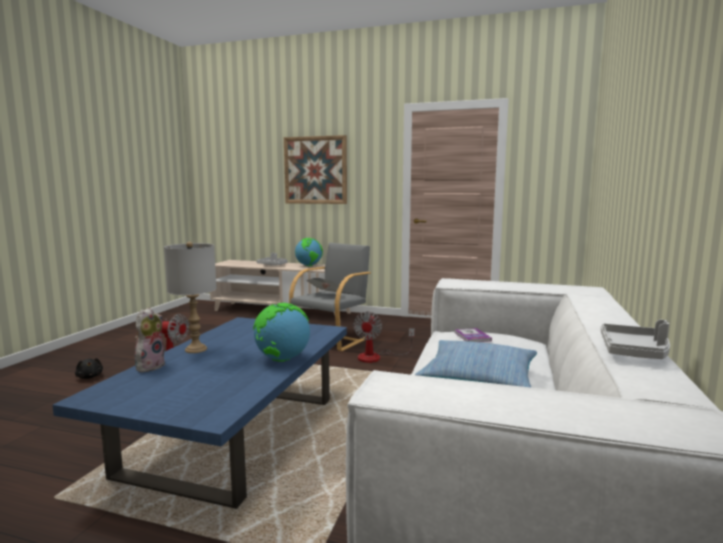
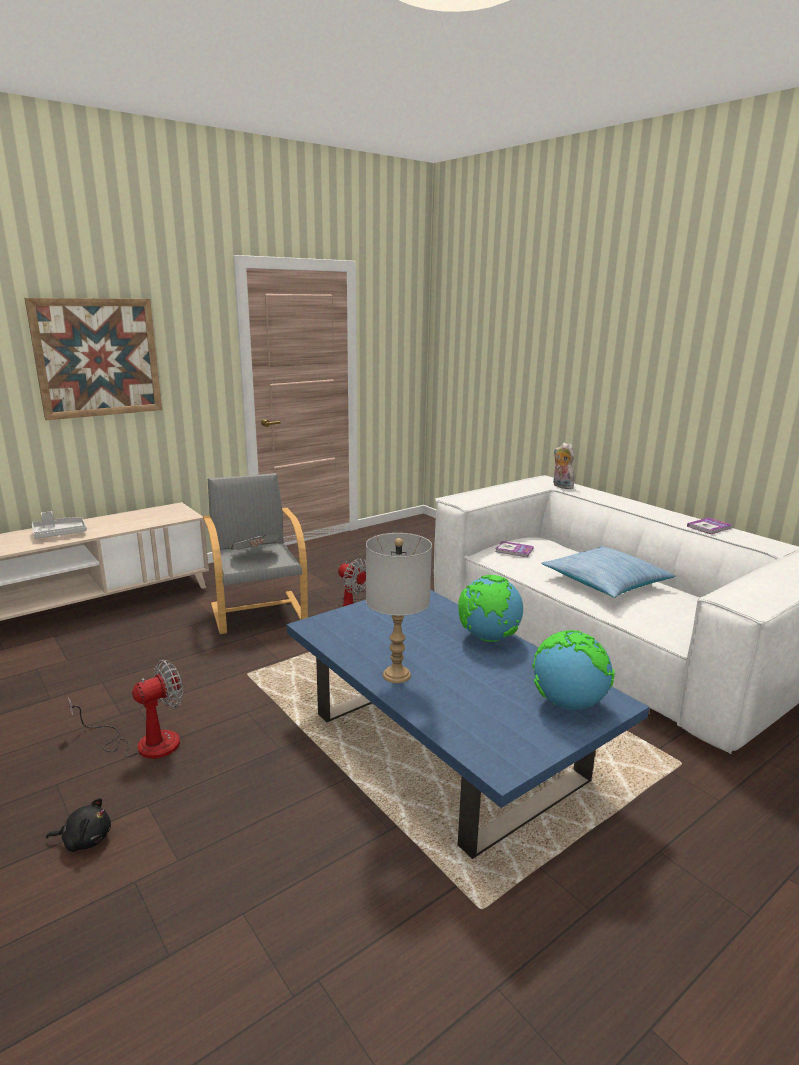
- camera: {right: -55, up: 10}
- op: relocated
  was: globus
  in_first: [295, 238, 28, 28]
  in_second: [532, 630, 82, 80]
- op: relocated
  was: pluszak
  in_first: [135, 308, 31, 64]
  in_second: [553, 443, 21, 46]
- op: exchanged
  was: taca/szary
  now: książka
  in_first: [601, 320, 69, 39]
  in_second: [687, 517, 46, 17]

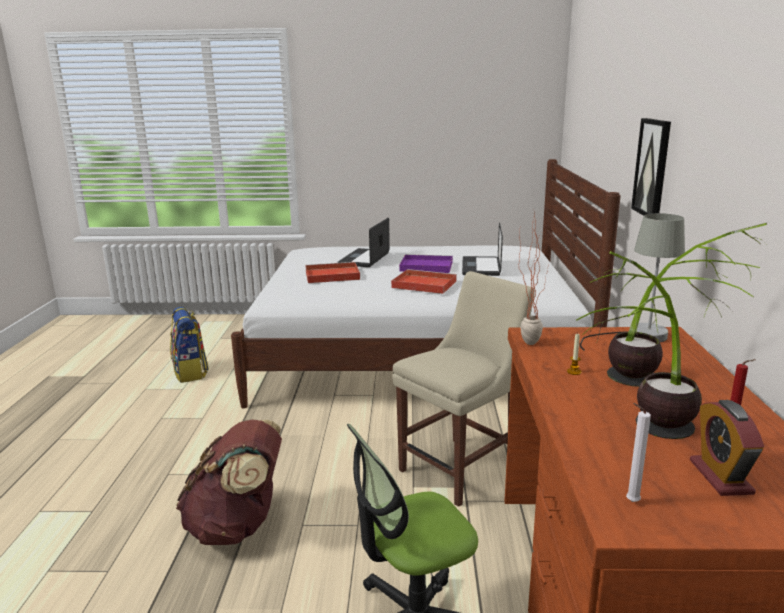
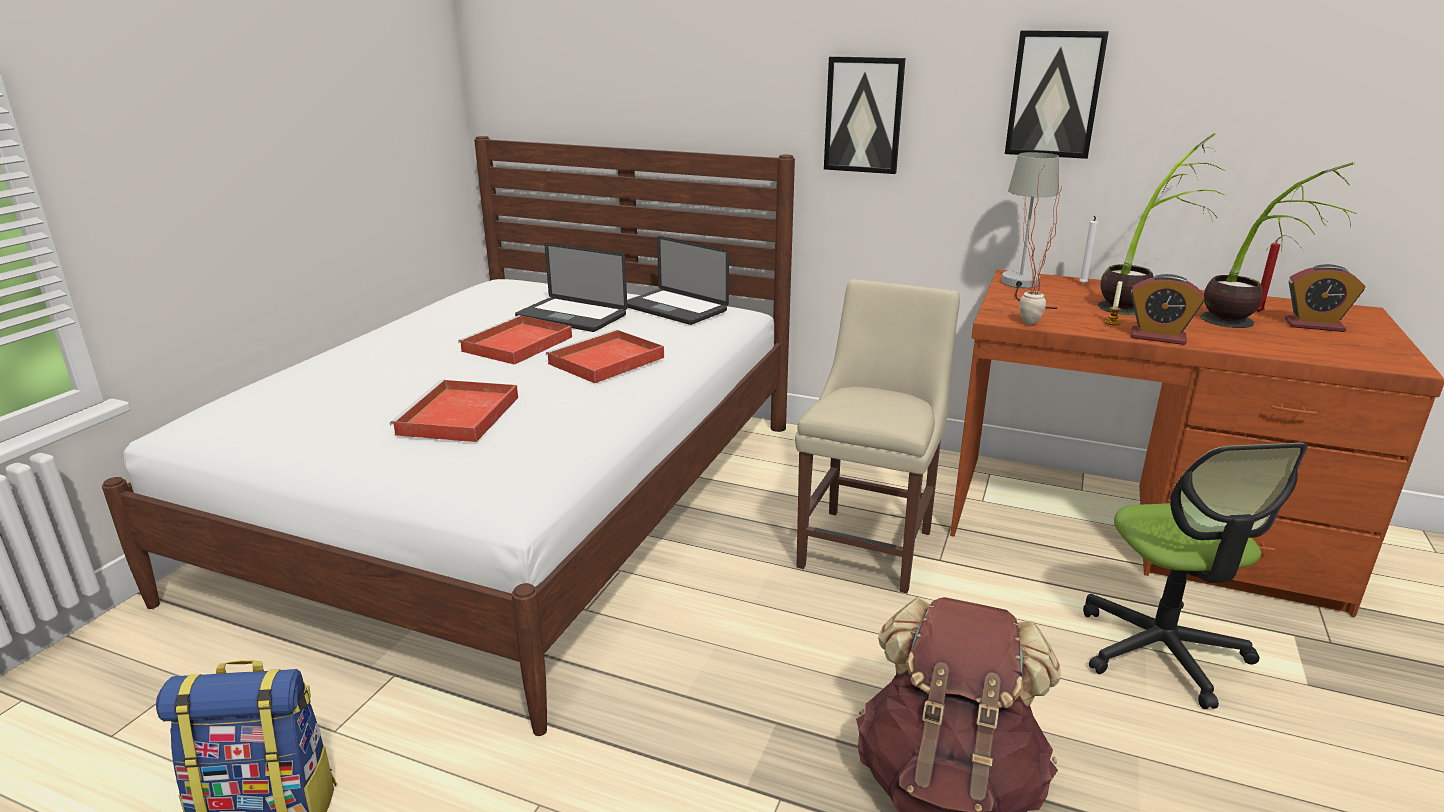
- camera: {right: -70, up: 5}
- op: colour
  was: taca/fioletowy
  now: taca/czerwony
  in_first: [399, 254, 54, 19]
  in_second: [458, 315, 114, 50]
- op: relocated
  was: laptop
  in_first: [338, 218, 52, 49]
  in_second: [627, 236, 102, 89]
- op: spun
  was: krzesło/beżowy
  in_first: [392, 271, 143, 236]
  in_second: [795, 279, 165, 314]
  clockwise: 45
- op: appeared
  now: obraz
  in_second: [1005, 30, 104, 129]
- op: relocated
  was: świeca/biały
  in_first: [626, 403, 25, 99]
  in_second: [1079, 216, 19, 68]
- op: appeared
  now: budzik
  in_second: [1131, 274, 73, 71]

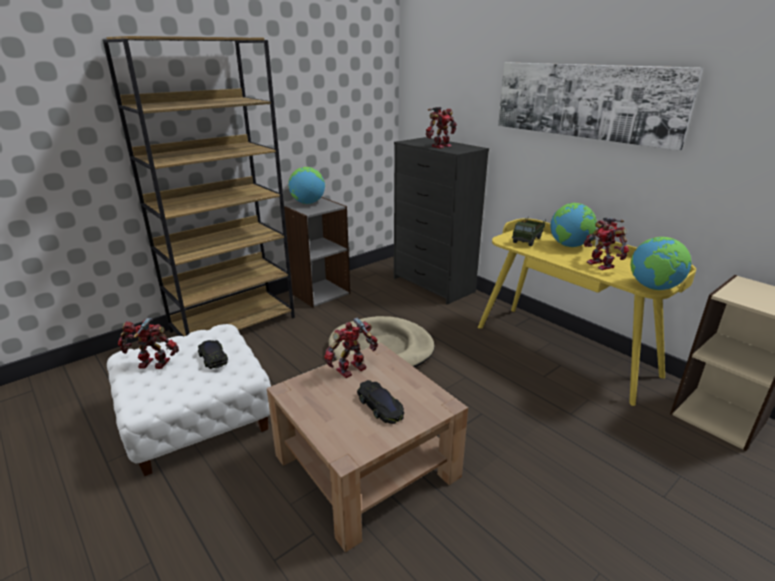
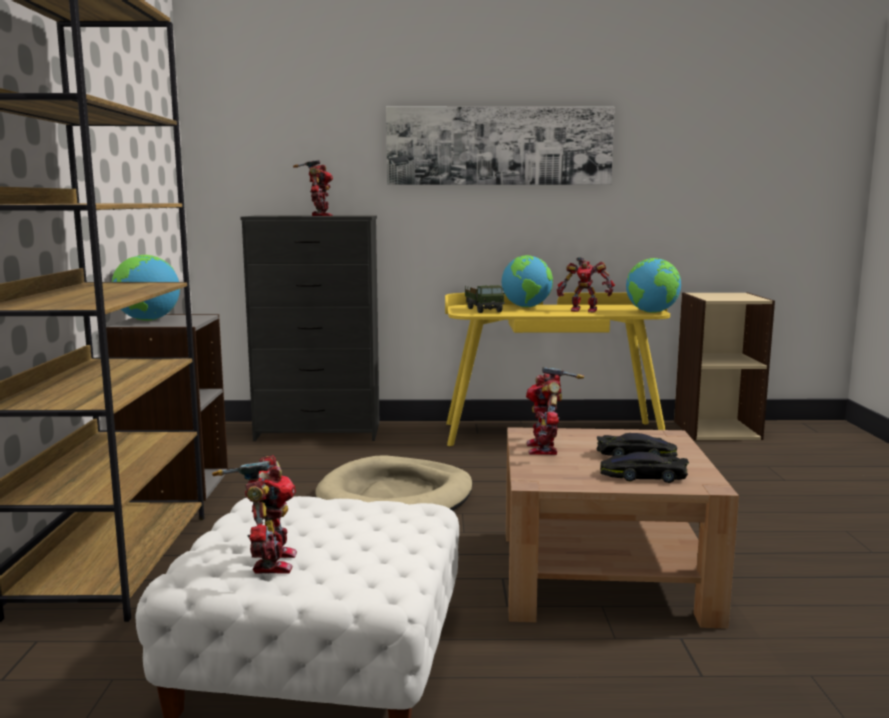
- camera: {right: -50, up: -15}
- op: spun
  was: robot zabawkowy
  in_first: [118, 318, 61, 51]
  in_second: [212, 455, 85, 118]
  clockwise: 135
- op: relocated
  was: samochodzik/czarny
  in_first: [198, 340, 30, 29]
  in_second: [600, 452, 89, 31]

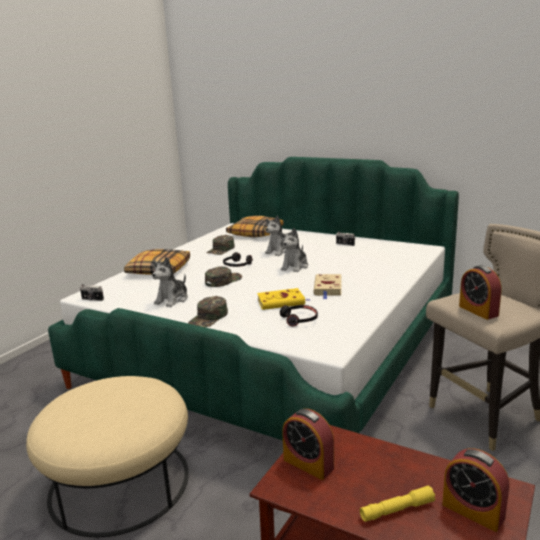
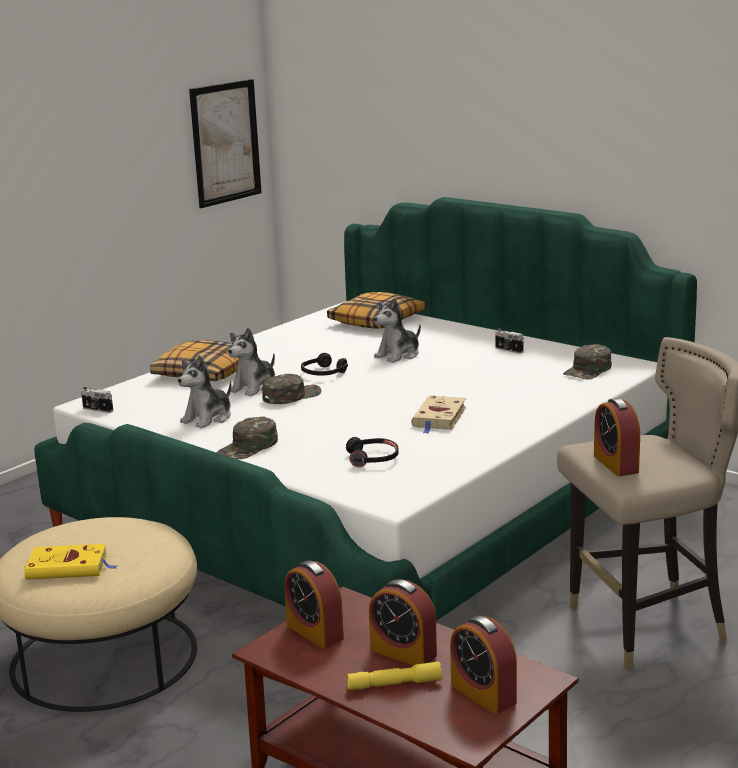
- camera: {right: 10, up: 0}
- op: relocated
  was: książka/żółty
  in_first: [257, 288, 53, 22]
  in_second: [24, 544, 93, 36]
- op: appeared
  now: obraz
  in_second: [189, 79, 73, 129]
- op: relocated
  was: pluszak
  in_first: [280, 228, 28, 44]
  in_second: [228, 328, 47, 69]
- op: appeared
  now: budzik
  in_second: [369, 579, 68, 87]
- op: relocated
  was: czapka z daszkiem/zielony
  in_first: [206, 235, 29, 20]
  in_second: [563, 344, 49, 35]

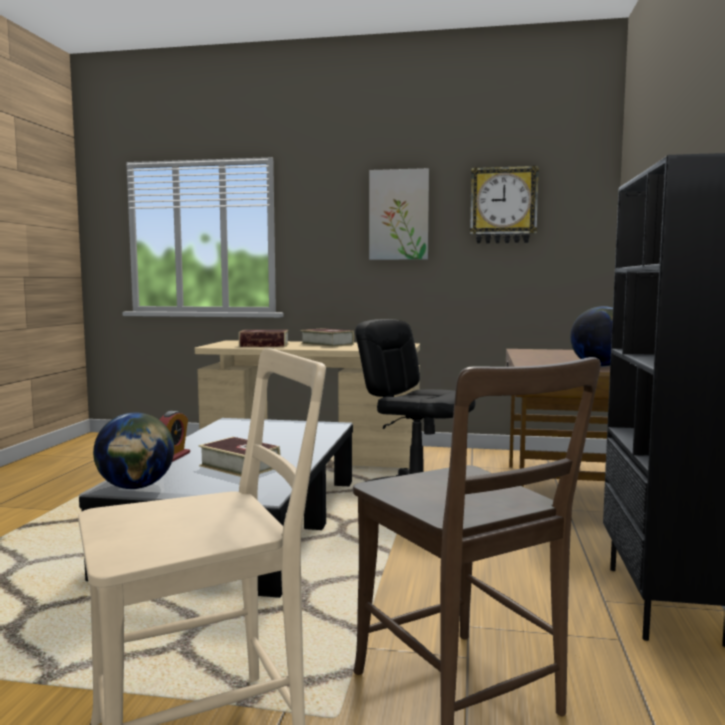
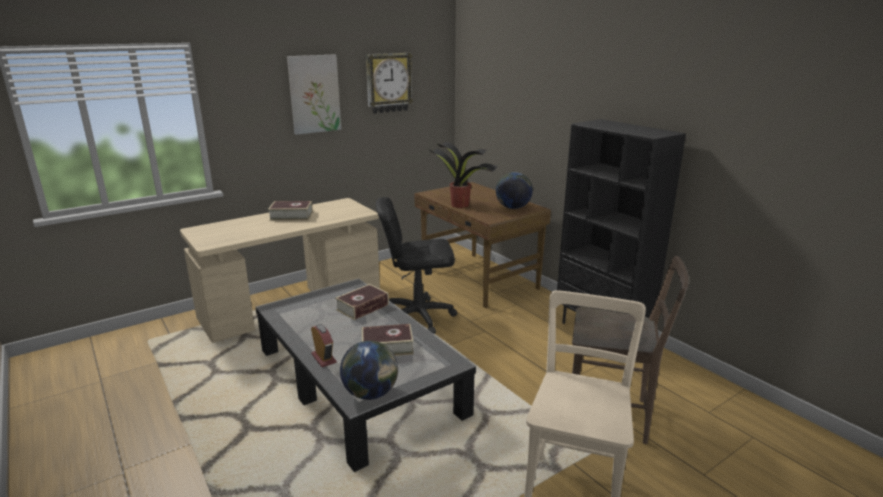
- camera: {right: -45, up: 15}
- op: relocated
  was: książka
  in_first: [239, 330, 50, 17]
  in_second: [335, 284, 54, 36]
- op: appeared
  now: roślina doniczkowa
  in_second: [428, 142, 70, 66]

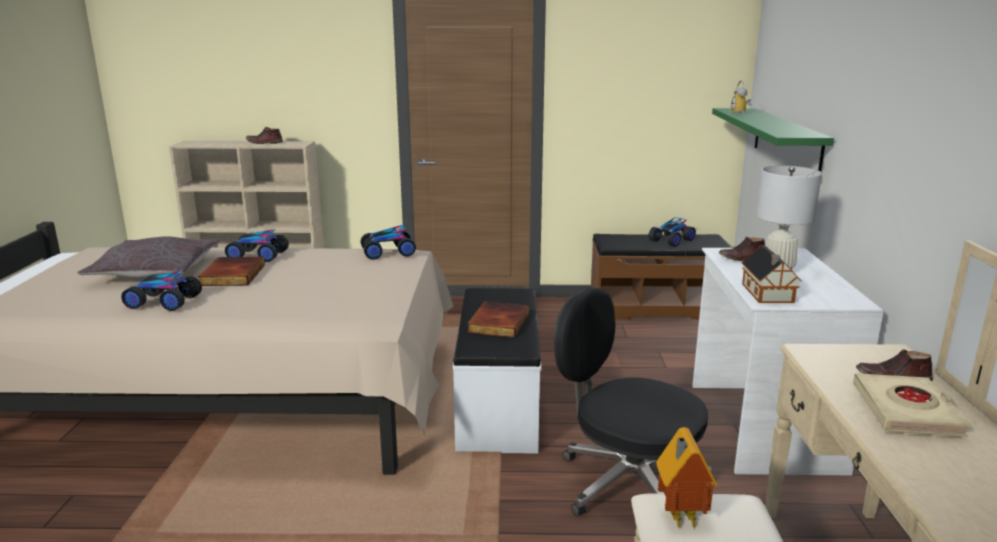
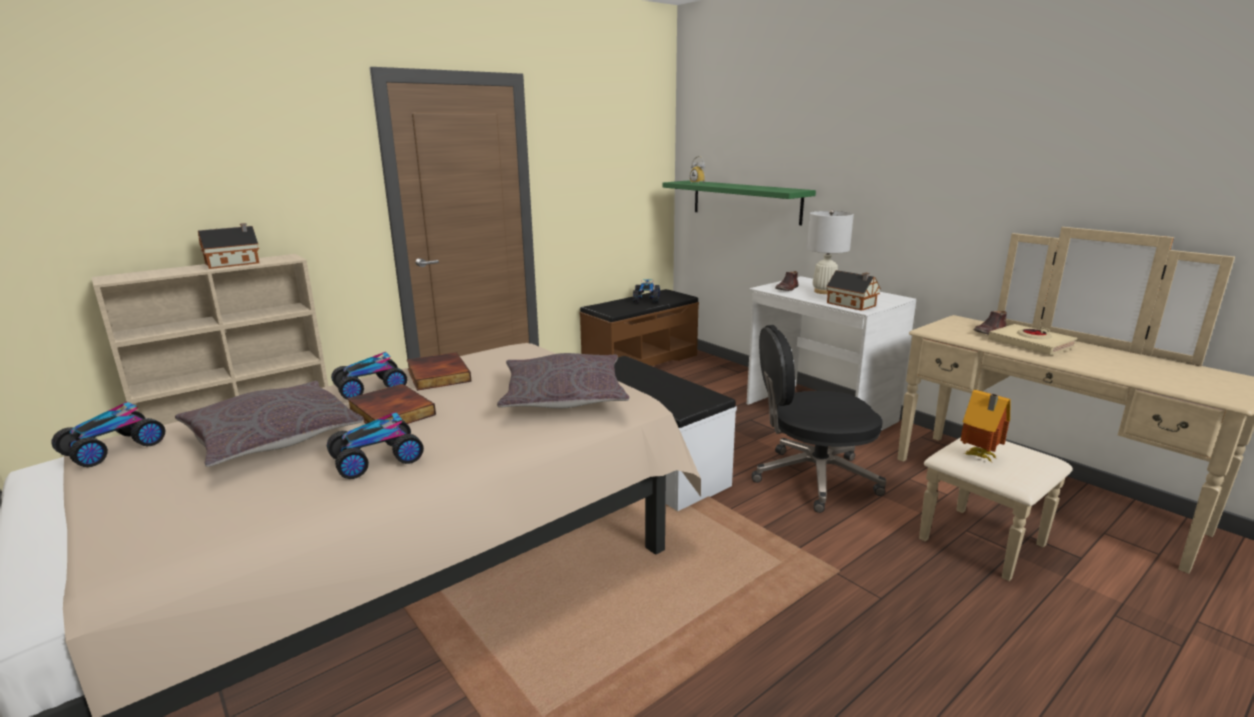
- camera: {right: -40, up: 0}
- op: relocated
  was: samochodzik
  in_first: [361, 225, 55, 35]
  in_second: [51, 402, 114, 65]
- op: exchanged
  was: but/brązowy
  now: domek
  in_first: [246, 127, 37, 17]
  in_second: [198, 223, 61, 46]
- op: relocated
  was: książka
  in_first: [467, 301, 62, 37]
  in_second: [407, 352, 64, 39]
- op: appeared
  now: poduszka/szary
  in_second: [497, 353, 132, 56]

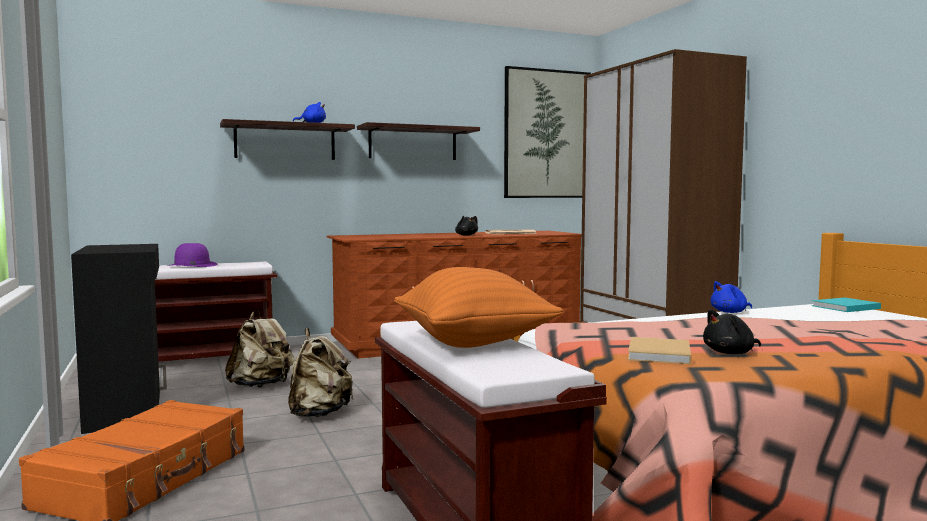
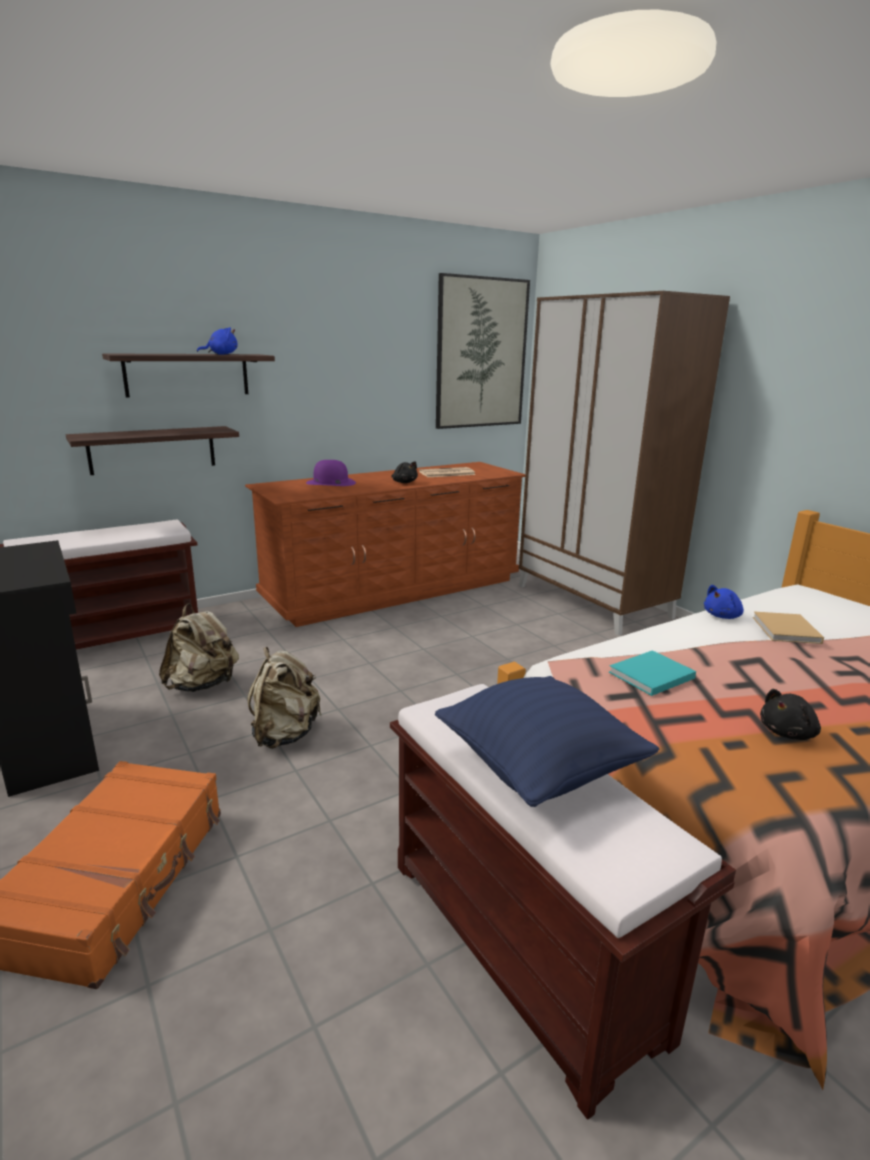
- camera: {right: -10, up: 15}
- op: relocated
  was: półka
  in_first: [357, 122, 123, 38]
  in_second: [66, 426, 173, 49]
- op: relocated
  was: kapelusz/fioletowy
  in_first: [167, 243, 51, 24]
  in_second: [306, 460, 50, 26]
- op: colour
  was: poduszka/pomarańczowy
  now: poduszka/niebieski
  in_first: [394, 267, 169, 81]
  in_second: [435, 676, 224, 131]
- op: relocated
  was: książka/turkusowy
  in_first: [812, 297, 69, 15]
  in_second: [609, 650, 87, 46]
- op: relocated
  was: książka/beżowy
  in_first: [628, 337, 63, 27]
  in_second: [753, 611, 71, 33]

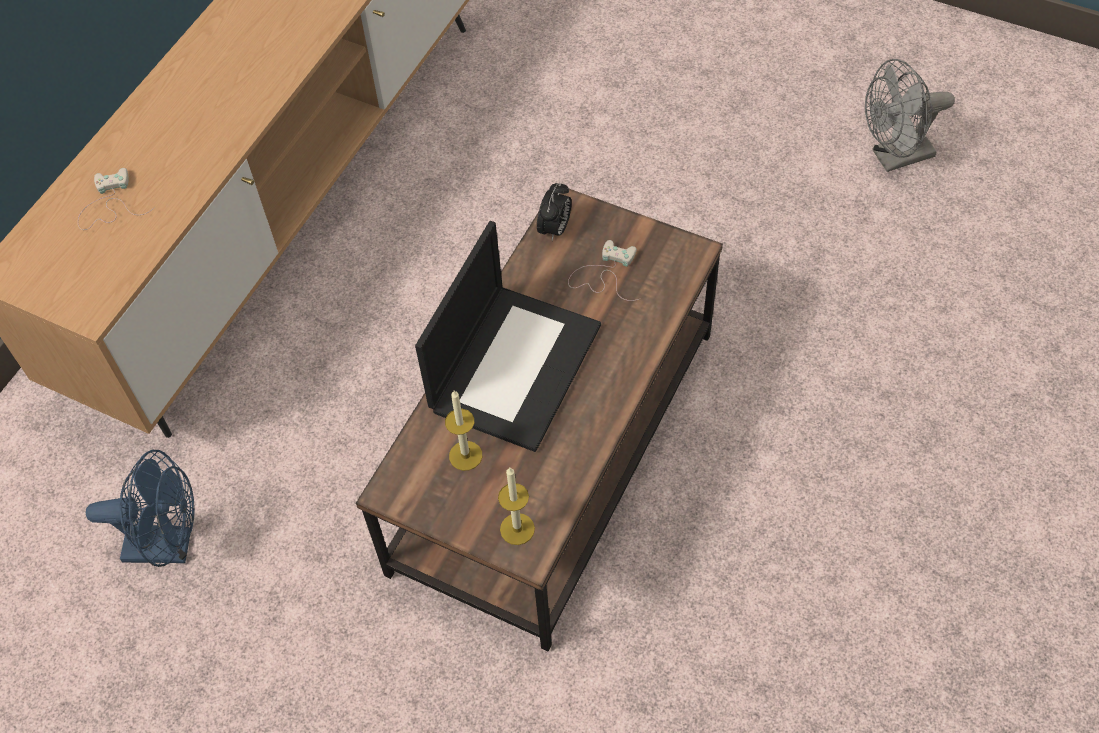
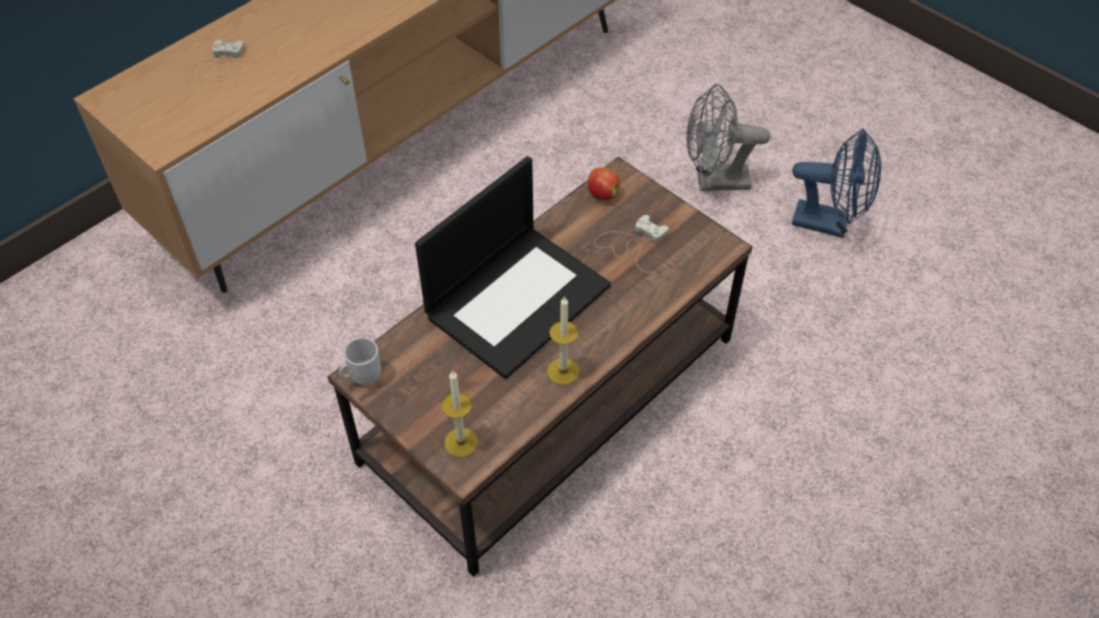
- camera: {right: 15, up: -5}
- op: appeared
  now: kubek
  in_second: [339, 338, 42, 47]
- op: relocated
  was: świeca
  in_first: [445, 390, 37, 81]
  in_second: [547, 296, 33, 89]
- op: exchanged
  was: budzik
  now: jabłko
  in_first: [537, 183, 35, 58]
  in_second: [587, 167, 33, 33]
- op: relocated
  was: wentylator/szary
  in_first: [865, 59, 90, 113]
  in_second: [686, 84, 84, 107]
- op: relocated
  was: wentylator/niebieski
  in_first: [86, 450, 109, 117]
  in_second: [792, 129, 89, 109]

